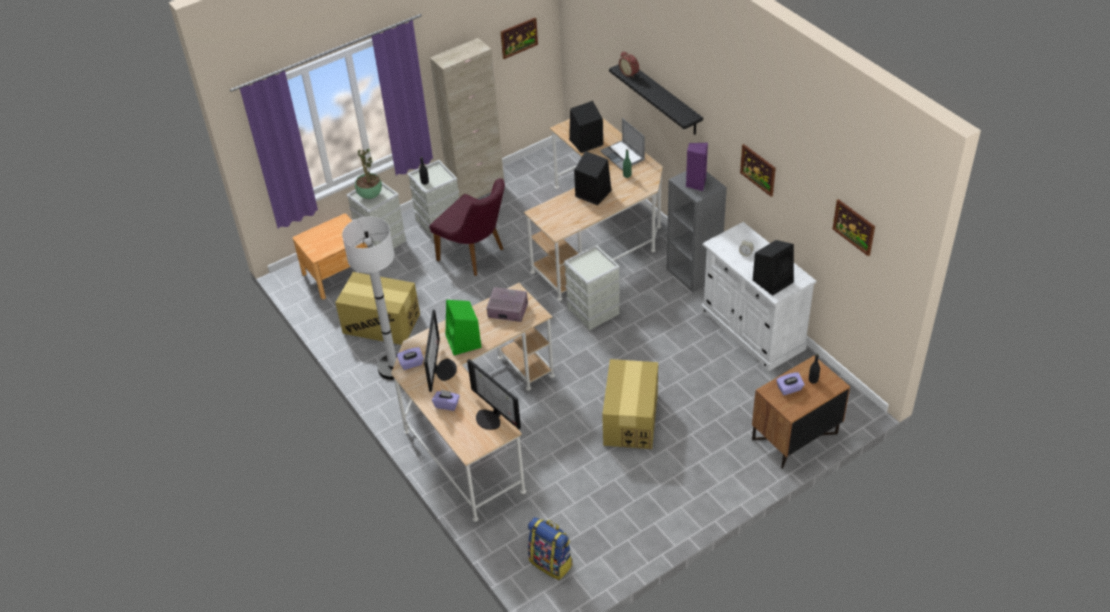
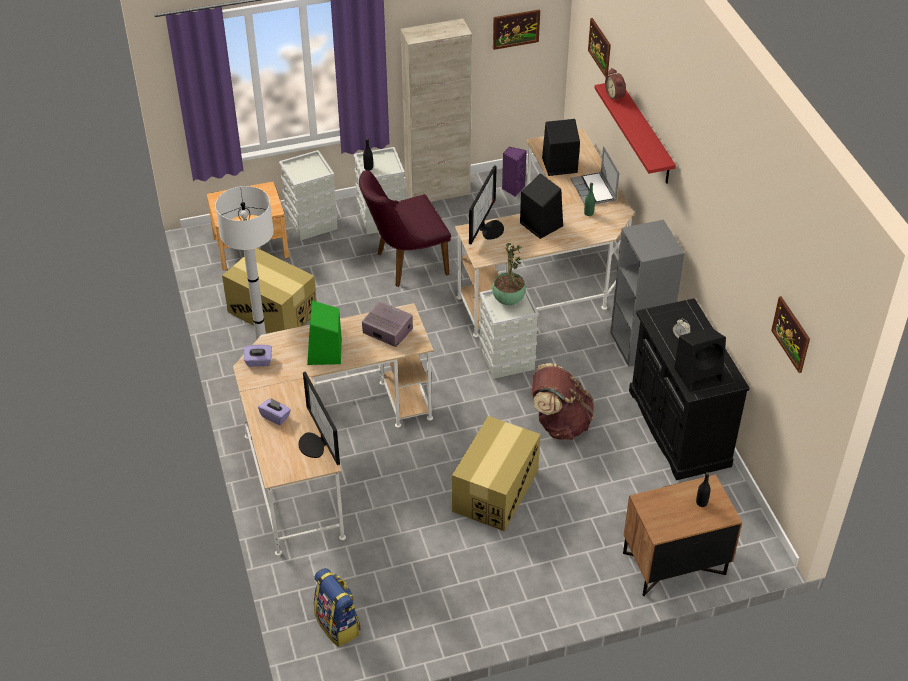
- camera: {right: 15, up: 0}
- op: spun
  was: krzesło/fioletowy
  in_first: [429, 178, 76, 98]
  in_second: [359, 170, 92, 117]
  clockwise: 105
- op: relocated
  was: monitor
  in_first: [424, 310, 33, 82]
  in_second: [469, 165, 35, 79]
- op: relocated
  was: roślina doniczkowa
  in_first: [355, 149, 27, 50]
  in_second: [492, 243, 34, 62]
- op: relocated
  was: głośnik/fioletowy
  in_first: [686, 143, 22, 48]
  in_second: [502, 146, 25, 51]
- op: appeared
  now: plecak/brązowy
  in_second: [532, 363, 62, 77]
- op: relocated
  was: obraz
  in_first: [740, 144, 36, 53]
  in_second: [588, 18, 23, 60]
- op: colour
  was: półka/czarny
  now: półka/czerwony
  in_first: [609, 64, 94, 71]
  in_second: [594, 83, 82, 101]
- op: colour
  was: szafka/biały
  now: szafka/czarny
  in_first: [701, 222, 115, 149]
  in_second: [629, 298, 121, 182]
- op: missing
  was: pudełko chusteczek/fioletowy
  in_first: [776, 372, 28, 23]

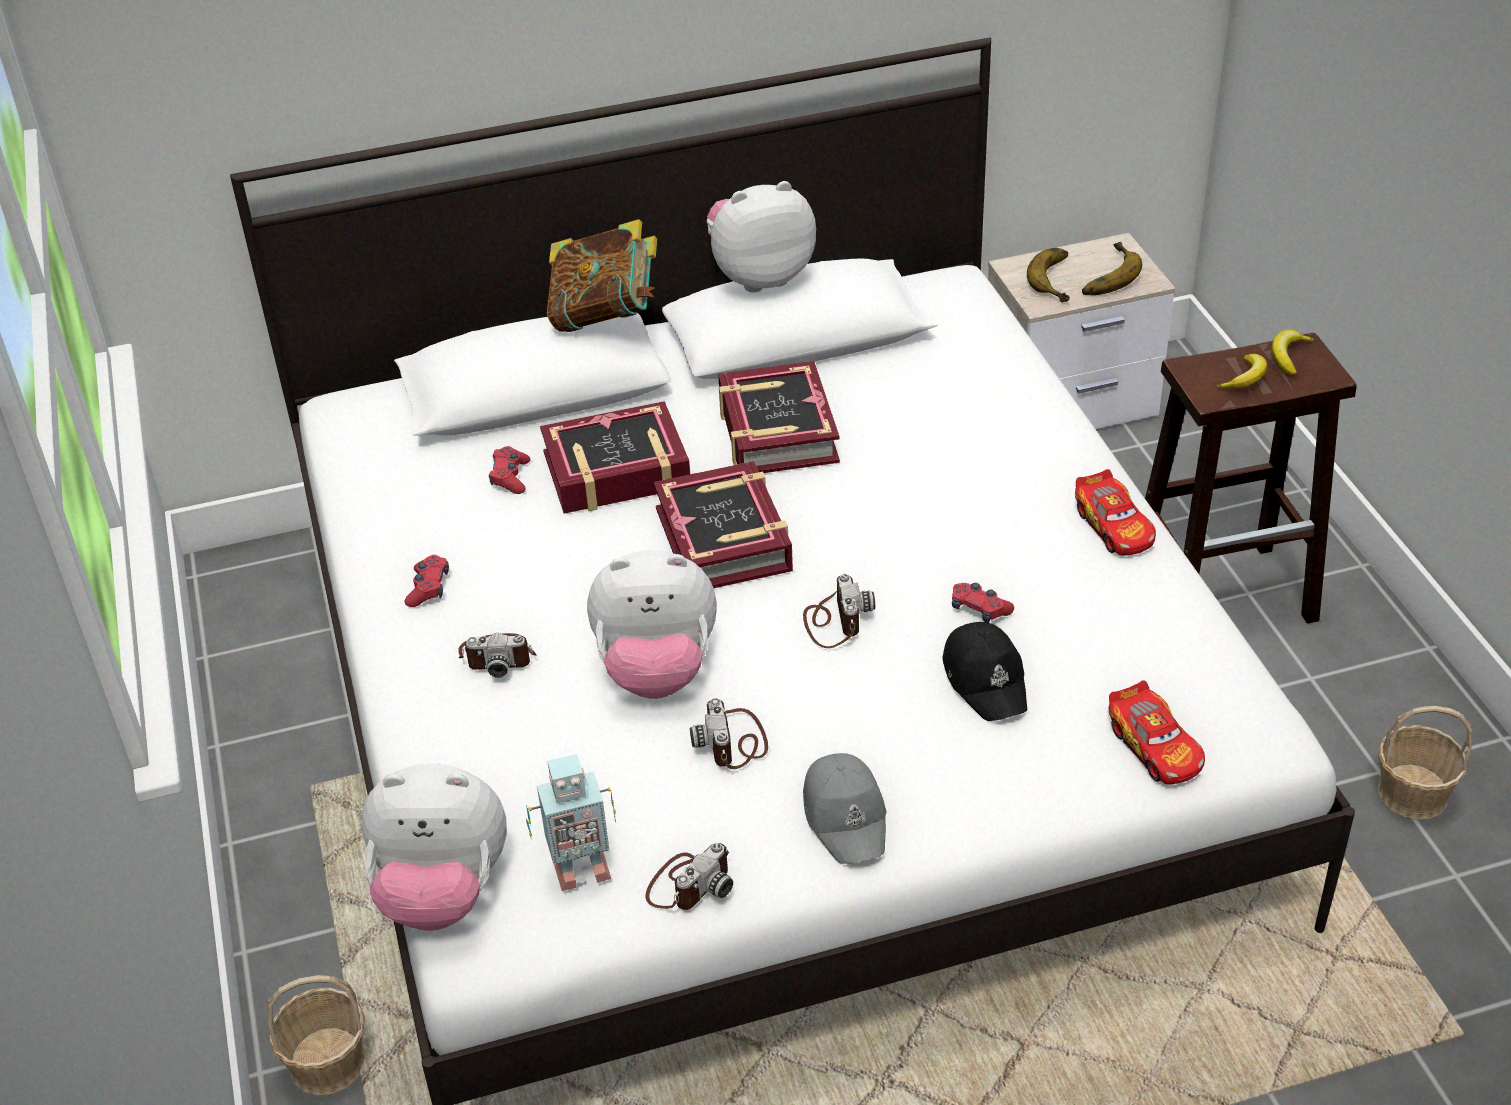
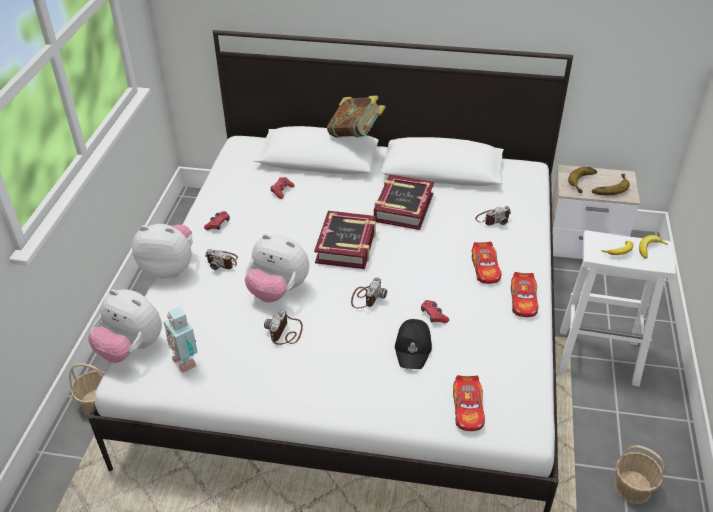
- camera: {right: 25, up: 0}
- op: relocated
  was: pluszak
  in_first: [707, 181, 109, 111]
  in_second: [132, 223, 61, 55]
- op: spun
  was: robot zabawkowy
  in_first: [526, 754, 90, 137]
  in_second: [164, 307, 34, 66]
  clockwise: 45
- op: appeared
  now: samochodzik
  in_second: [472, 241, 29, 43]
- op: relocated
  was: aparat fotograficzny
  in_first: [645, 843, 88, 67]
  in_second: [475, 206, 36, 19]
- op: colour
  was: stołek/brązowy
  now: stołek/biały
  in_first: [1145, 333, 212, 291]
  in_second: [558, 230, 118, 156]
- op: missing
  was: książka
  in_first: [540, 401, 150, 113]
- op: missing
  was: czapka z daszkiem/szary
  in_first: [803, 753, 84, 111]

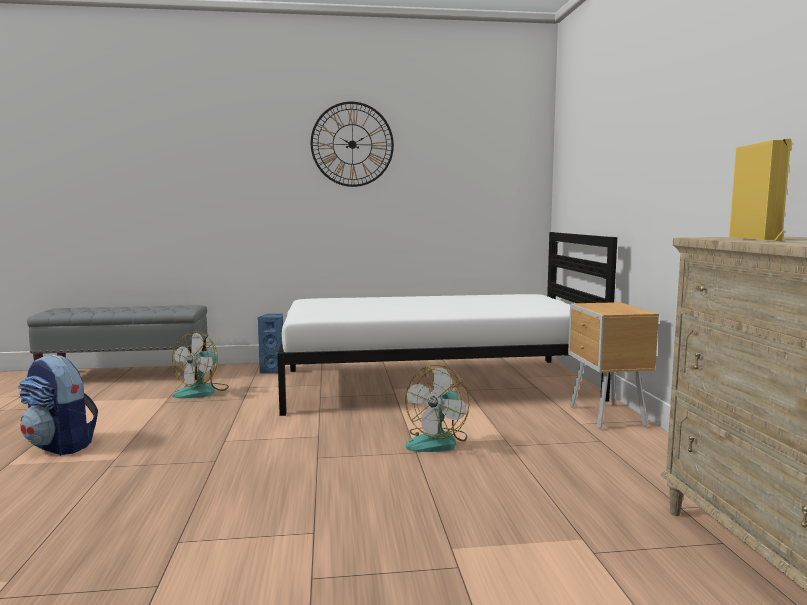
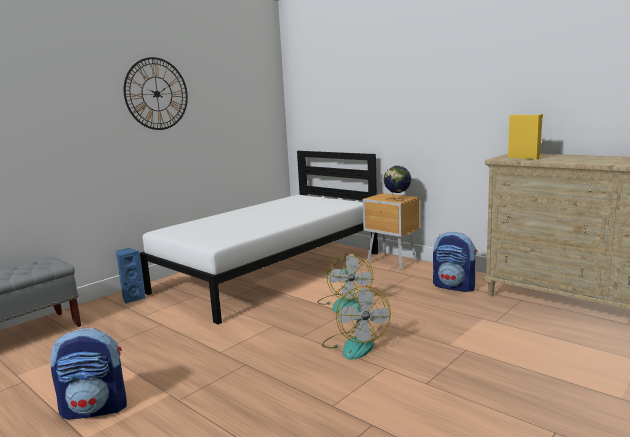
- camera: {right: -40, up: 5}
- op: relocated
  was: wentylator
  in_first: [172, 331, 57, 67]
  in_second: [322, 286, 69, 74]
- op: appeared
  now: globus
  in_second: [383, 166, 28, 35]
- op: appeared
  now: plecak
  in_second: [433, 232, 45, 60]

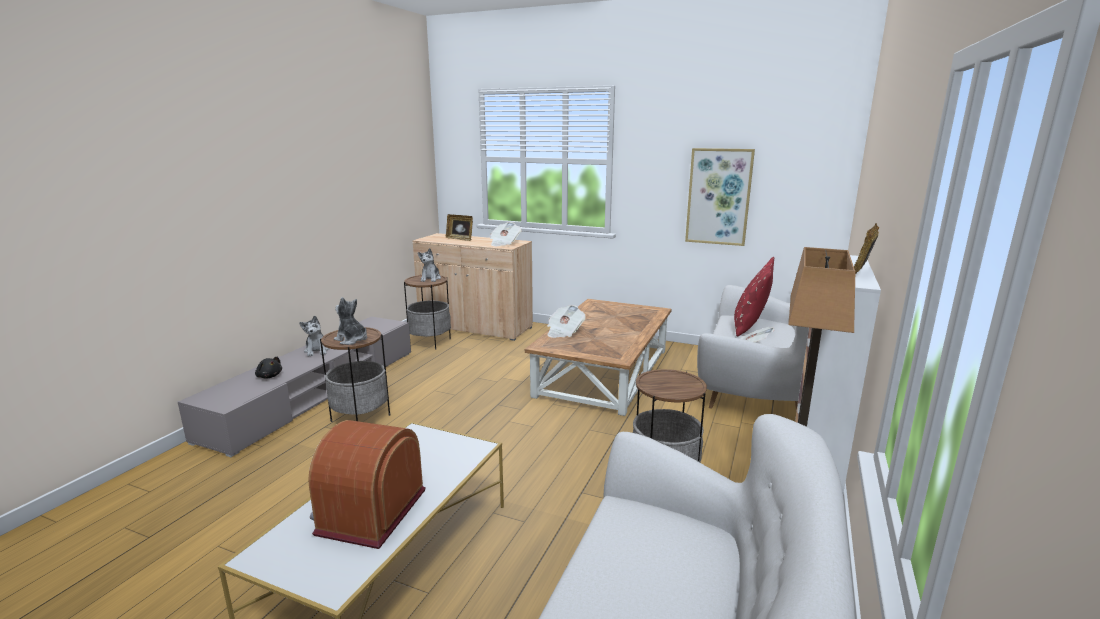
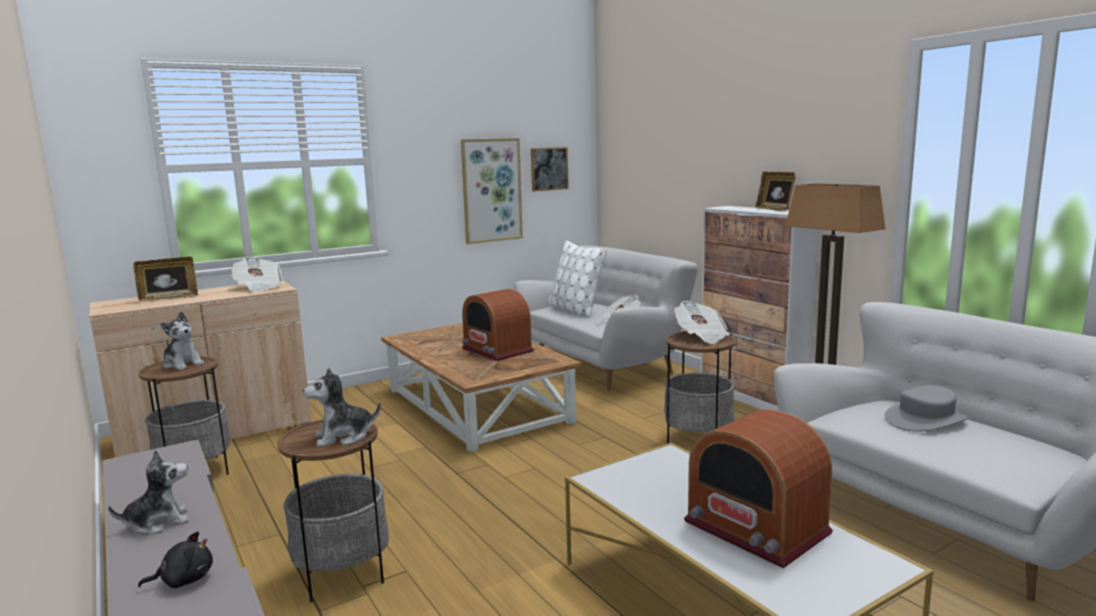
- camera: {right: -55, up: -5}
- op: spun
  was: pluszak
  in_first: [299, 316, 31, 41]
  in_second: [108, 450, 81, 85]
  clockwise: -45
- op: appeared
  now: radio
  in_second: [462, 289, 72, 72]
- op: appeared
  now: obraz
  in_second: [531, 147, 38, 45]
- op: colour
  was: poduszka/czerwony
  now: poduszka/biały
  in_first: [734, 257, 40, 79]
  in_second: [547, 240, 60, 78]
- op: relocated
  was: gazeta
  in_first: [547, 305, 39, 33]
  in_second: [674, 301, 56, 43]
- op: appeared
  now: kapelusz/szary
  in_second: [885, 385, 83, 47]

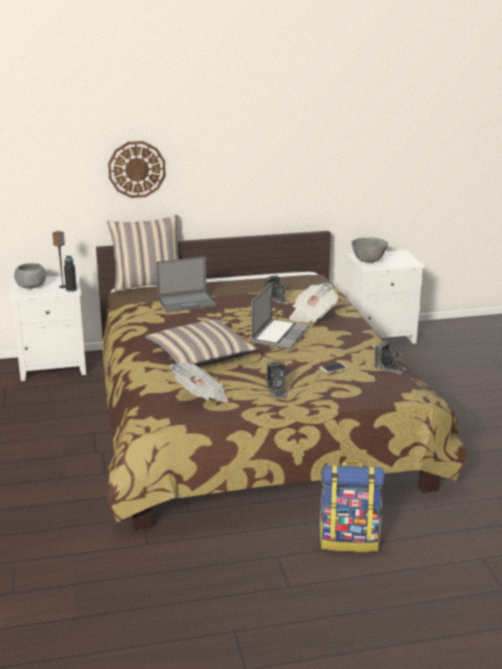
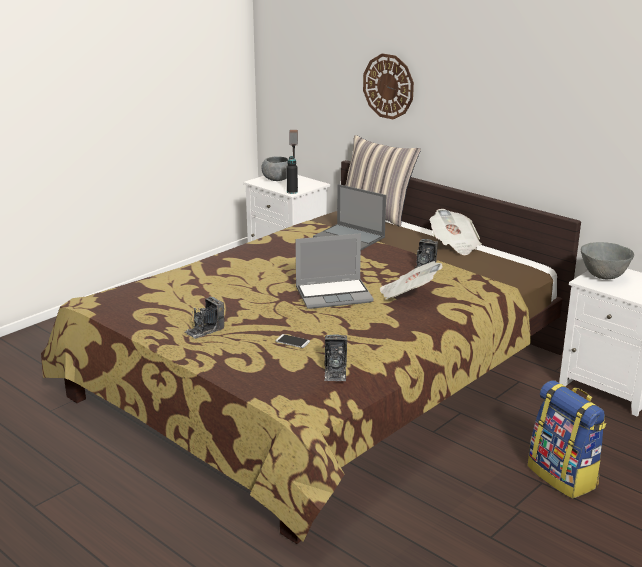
- camera: {right: 55, up: 0}
- op: relocated
  was: gazeta
  in_first: [170, 363, 58, 40]
  in_second: [430, 209, 52, 46]
- op: relocated
  was: plecak
  in_first: [319, 461, 65, 91]
  in_second: [528, 380, 78, 119]
- op: missing
  was: poduszka
  in_first: [145, 319, 113, 48]

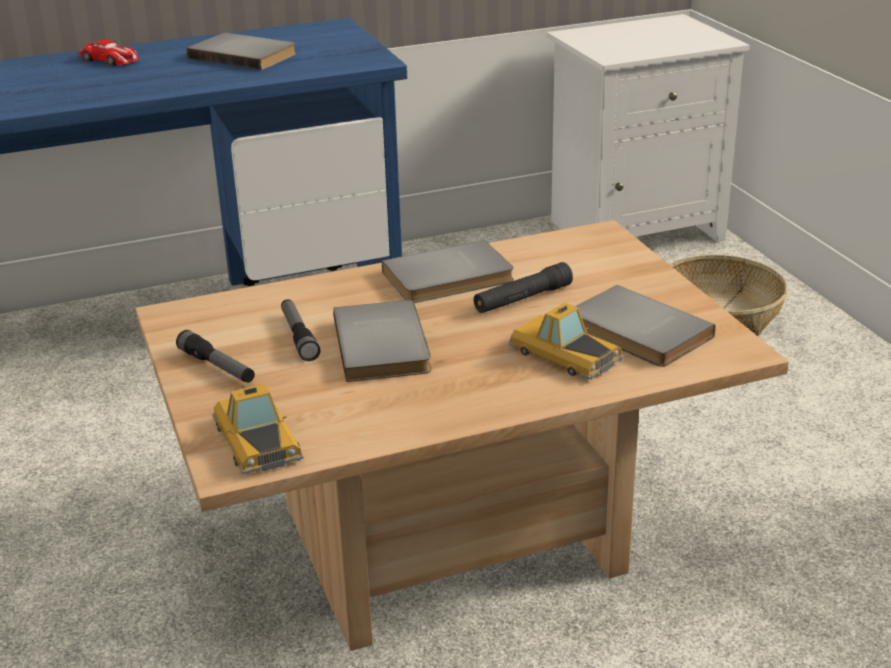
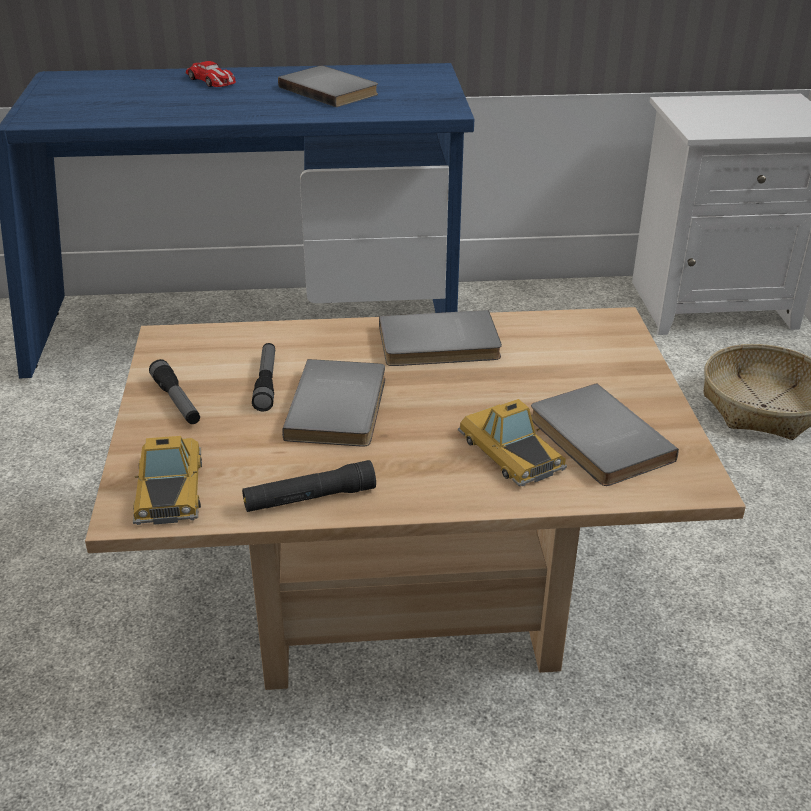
- camera: {right: 15, up: 5}
- op: relocated
  was: latarka/czarny
  in_first: [474, 262, 99, 51]
  in_second: [242, 460, 134, 52]

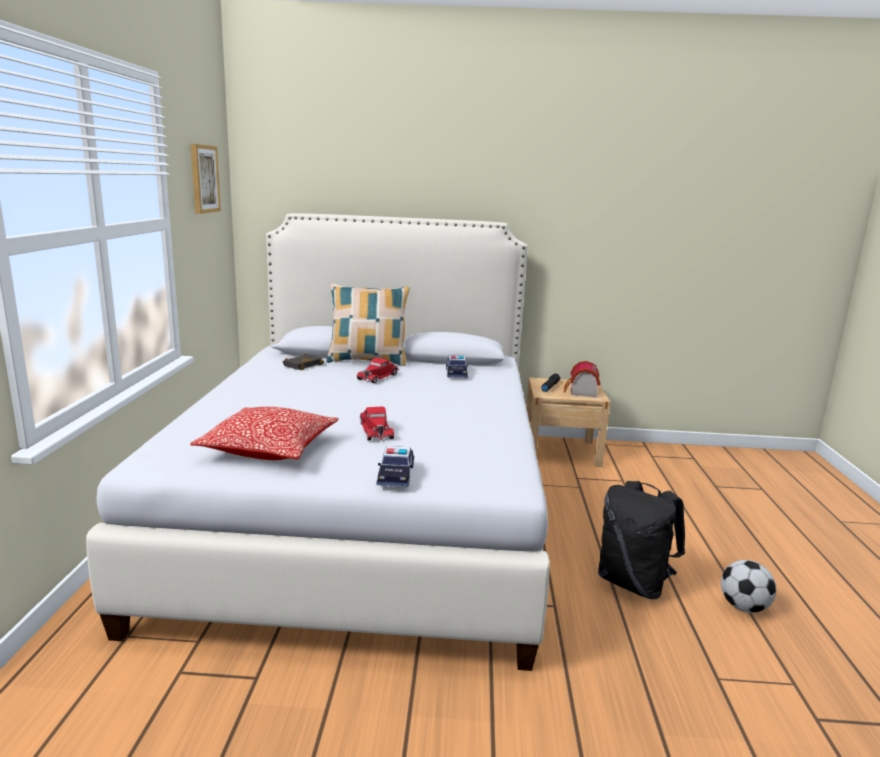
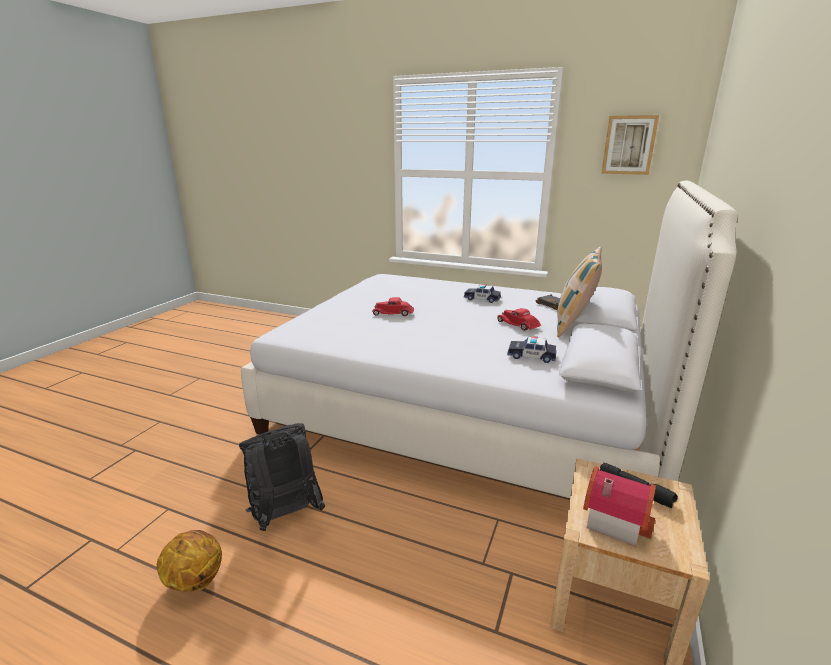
- camera: {right: 110, up: 5}
- op: exchanged
  was: piłka futbolowa
  now: piłka do koszykówki
  in_first: [721, 560, 55, 53]
  in_second: [157, 530, 65, 61]
- op: relocated
  was: samochodzik
  in_first: [377, 446, 37, 41]
  in_second: [464, 284, 37, 19]
- op: missing
  was: poduszka
  in_first: [190, 407, 149, 53]

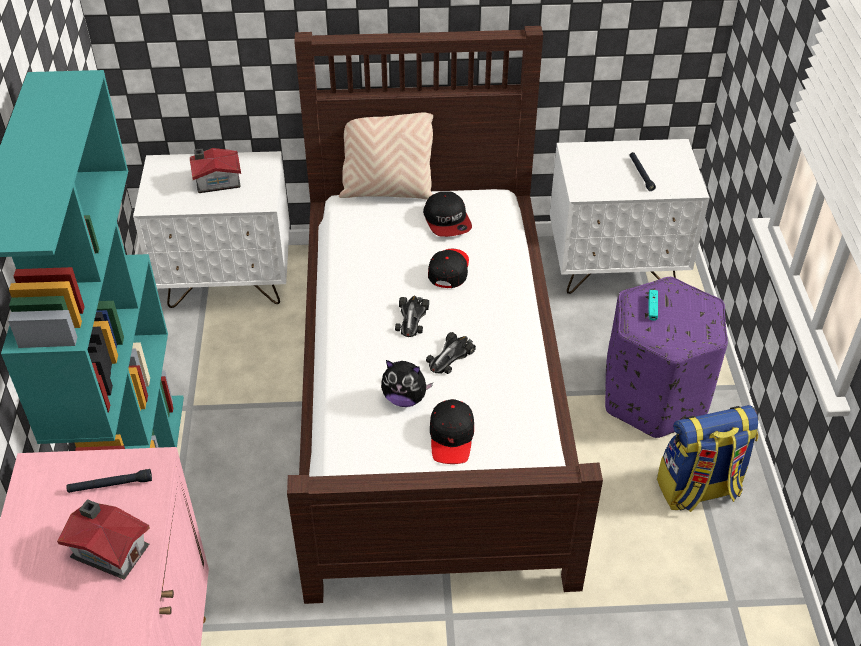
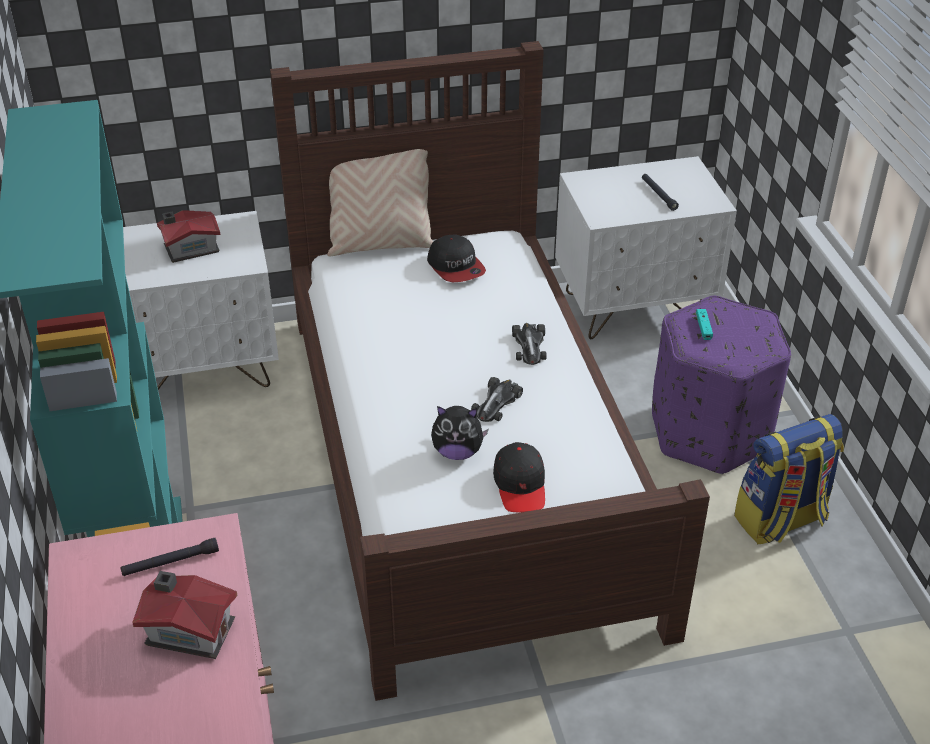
- camera: {right: -10, up: -5}
- op: relocated
  was: samochodzik
  in_first: [395, 296, 34, 41]
  in_second: [512, 323, 35, 42]
- op: missing
  was: czapka z daszkiem/czarny
  in_first: [428, 249, 41, 39]

